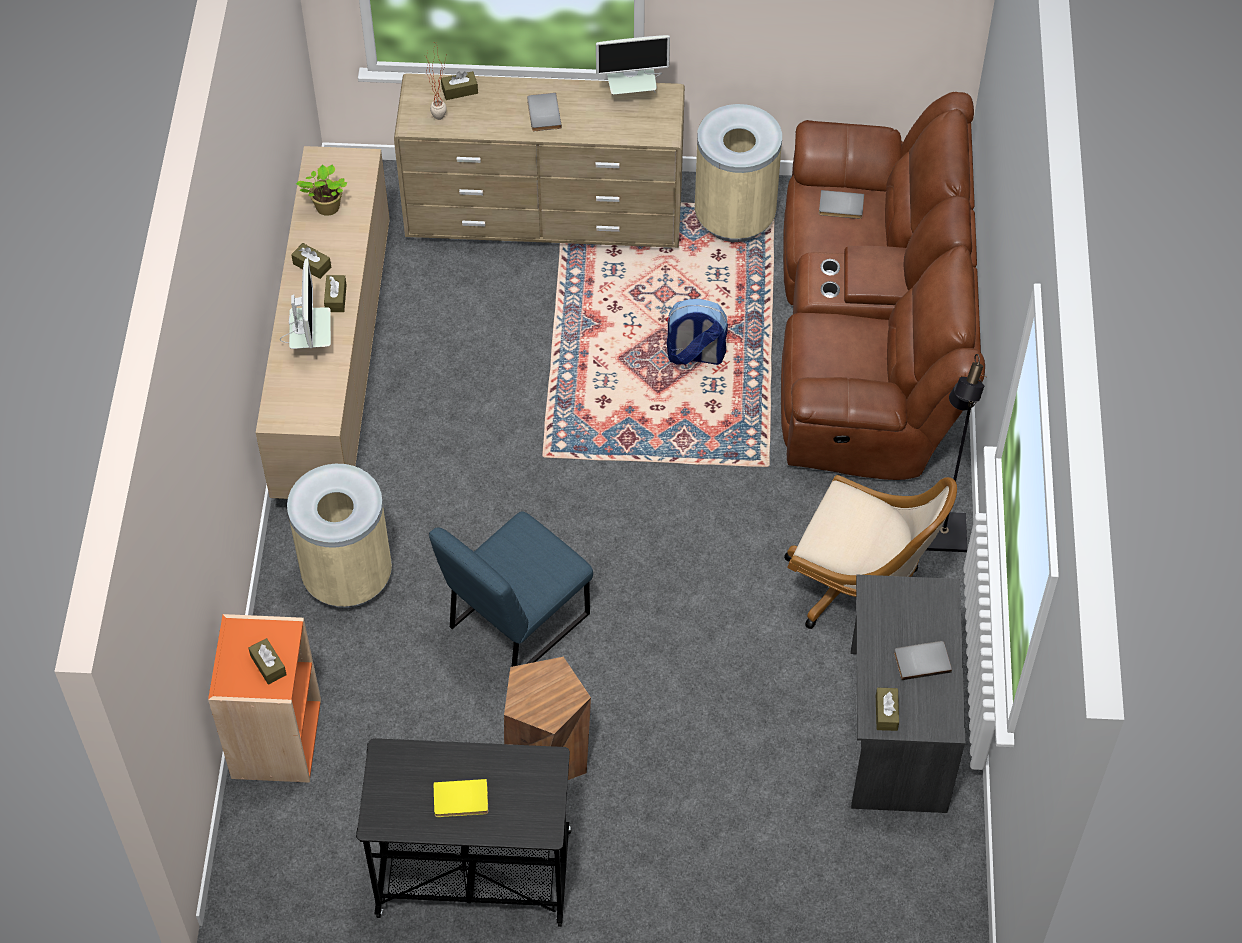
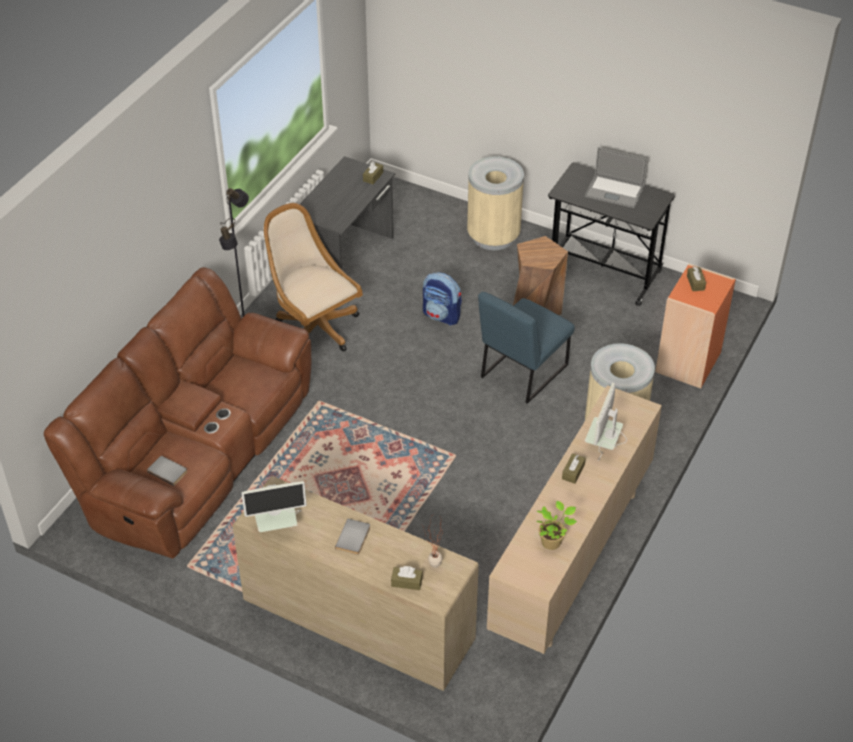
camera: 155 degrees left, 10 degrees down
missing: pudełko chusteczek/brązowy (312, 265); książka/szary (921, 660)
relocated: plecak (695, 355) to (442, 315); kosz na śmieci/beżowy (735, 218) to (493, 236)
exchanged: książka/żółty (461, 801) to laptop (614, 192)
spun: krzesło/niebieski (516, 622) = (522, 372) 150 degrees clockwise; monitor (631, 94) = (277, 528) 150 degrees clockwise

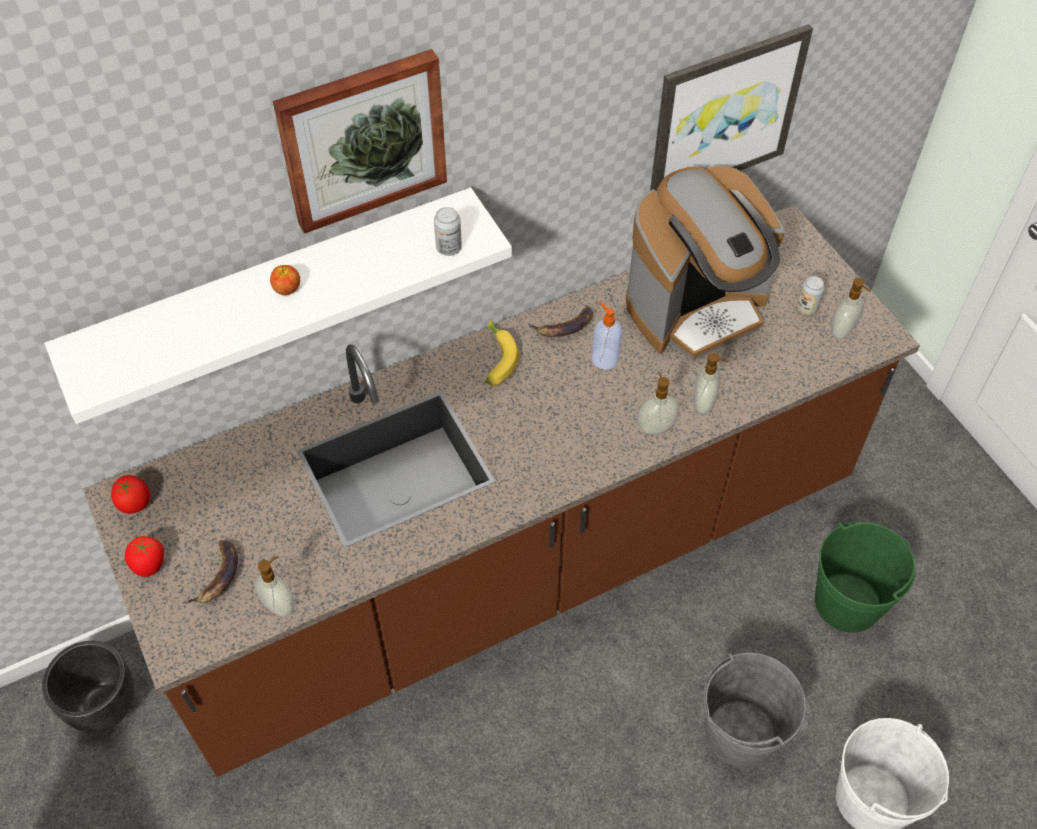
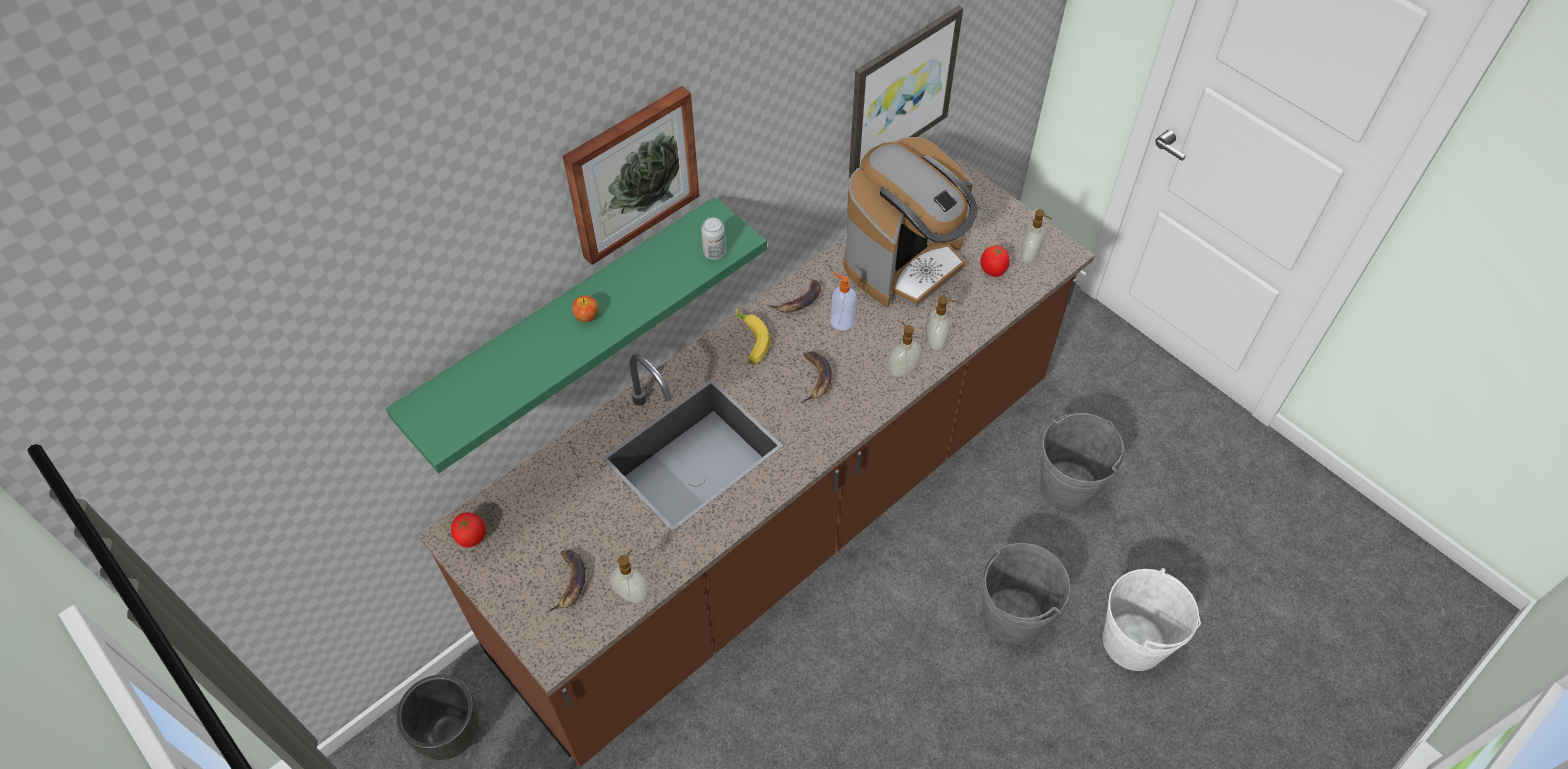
camera: 15 degrees left, 0 degrees up
missing: puszka (806, 308)
appeared: banan (815, 378)
relocated: pomidor (149, 565) to (993, 270)
colour: półka/biały (275, 292) to półka/zielony (566, 321); wiadro/zielony (847, 602) to wiadro/szary (1069, 485)

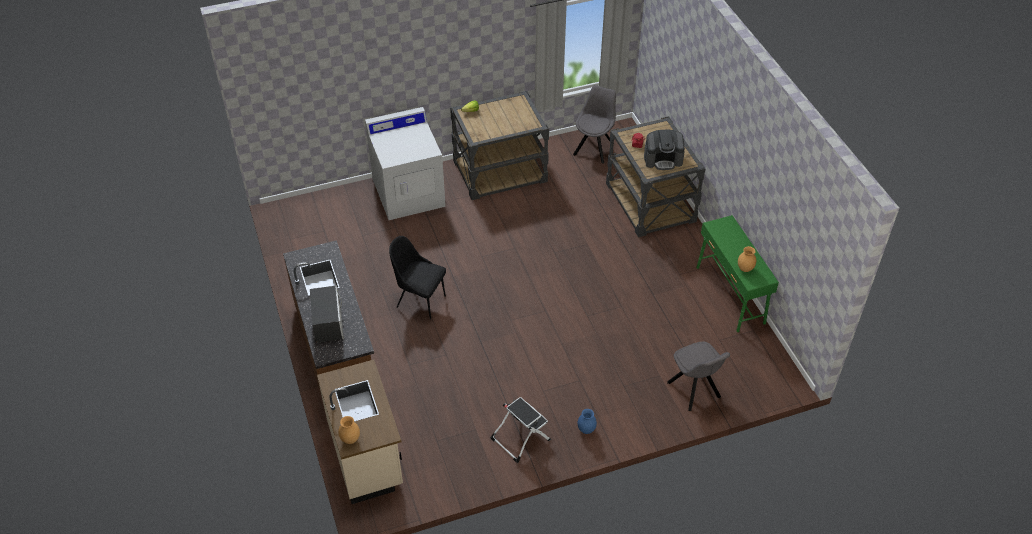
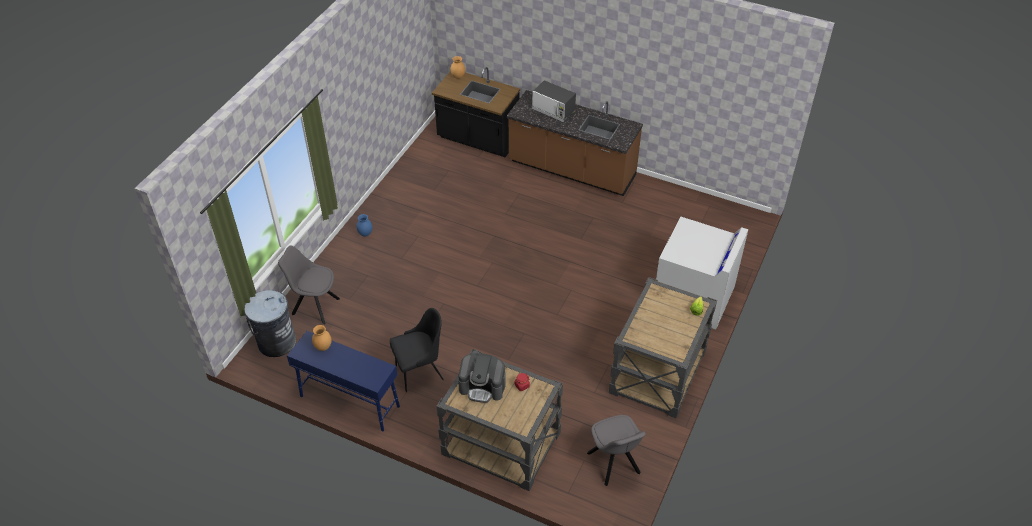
camera: 135 degrees right, 0 degrees up
missing: drabinka (520, 437)
appeared: kosz na śmieci/szary (276, 342)
relocated: krzesło/czarny (420, 302) to (420, 372)
colour: zabudowa kuchenna/beżowy (366, 455) to zabudowa kuchenna/czarny (478, 140); stolik konsolowy/zielony (729, 295) to stolik konsolowy/niebieski (350, 401)
spun: ekspres do kawy (663, 159) = (482, 386) 120 degrees counterclockwise

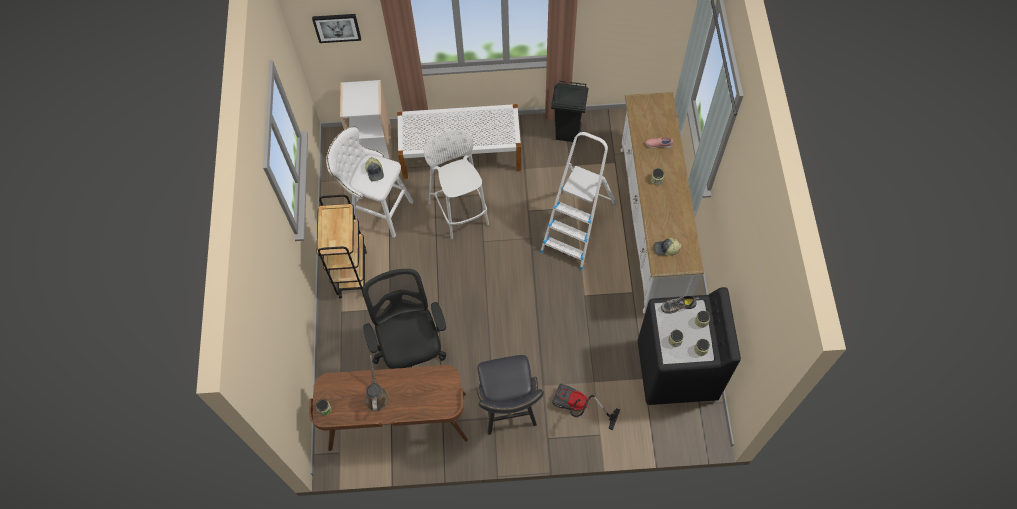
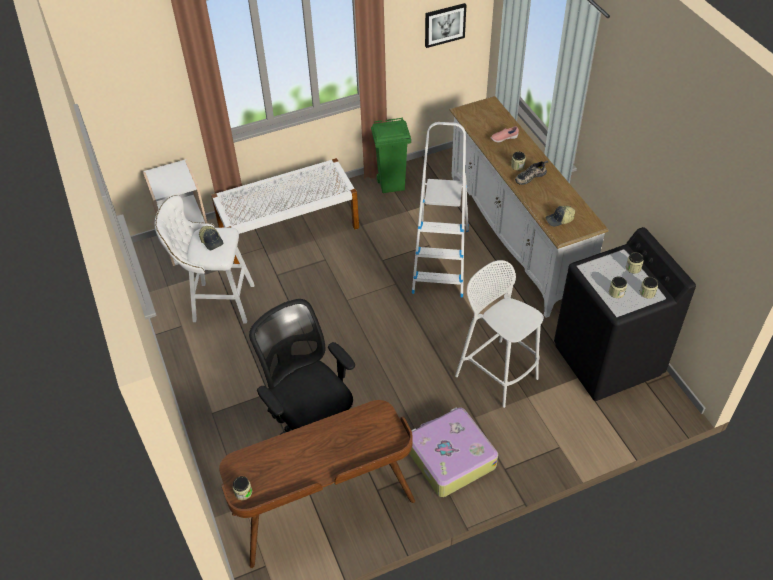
camera: 20 degrees left, 15 degrees down
missing: wózek/brązowy (352, 273); konewka/brązowy (376, 396); odkurzacz (578, 408)
relocated: obraz (337, 27) to (444, 24); stołek/biały (461, 211) to (497, 373); but (678, 305) to (530, 176)
exchanged: stołek/czarny (509, 413) to walizka (449, 457)
colour: kosz na śmieci/czarny (568, 133) to kosz na śmieci/zielony (392, 185)

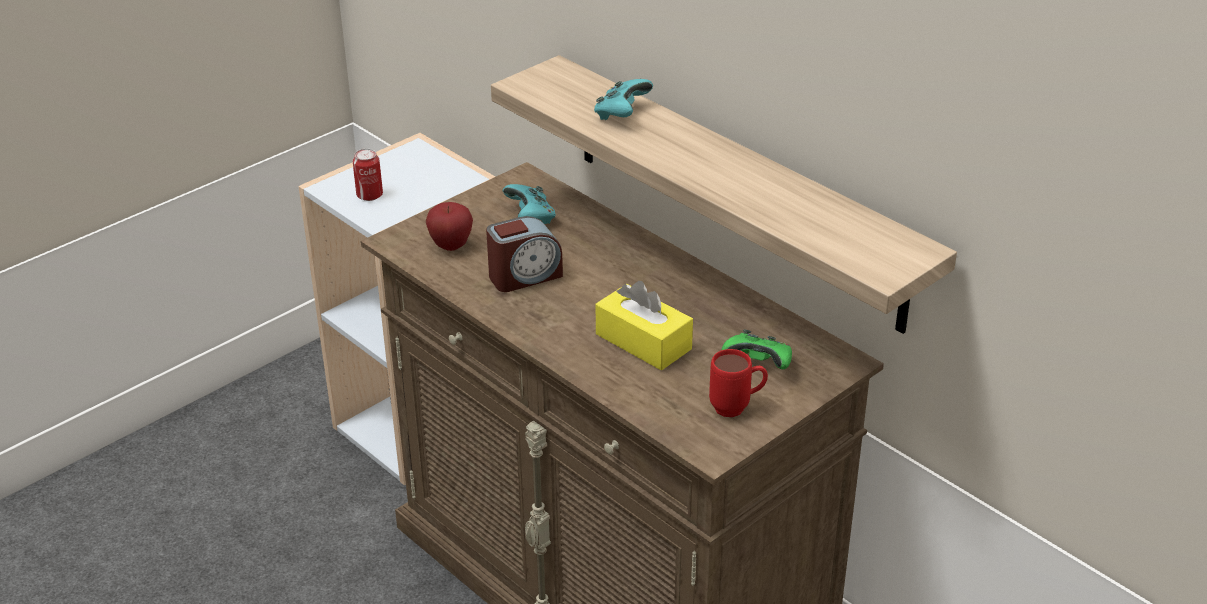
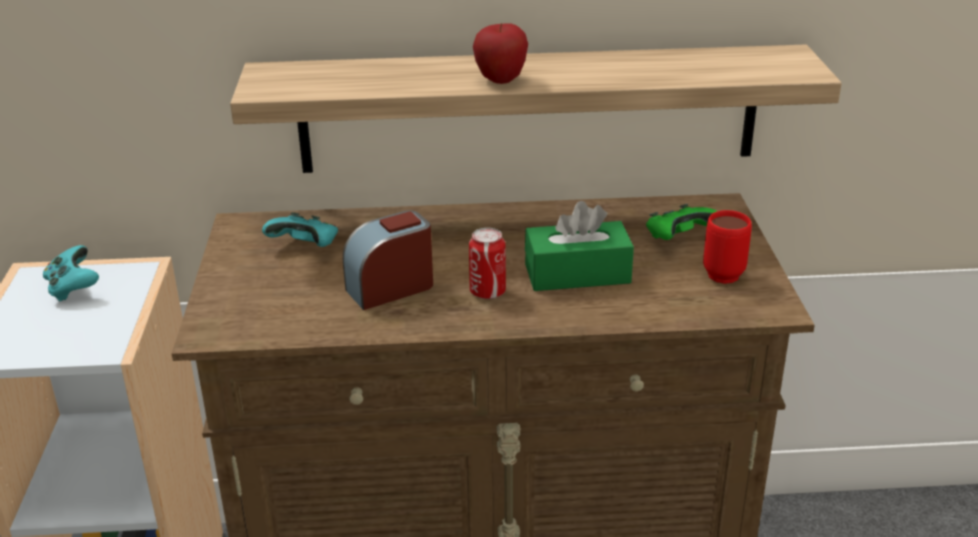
camera: 50 degrees left, 5 degrees down
relocated: puszka (369, 195) to (487, 292); jabłko (451, 246) to (500, 80); pad do gier/turkusowy (622, 114) to (73, 288)
colour: pudełko chusteczek/żółty (643, 341) to pudełko chusteczek/zielony (577, 274)
spun: budzik (524, 276) = (390, 288) 135 degrees counterclockwise

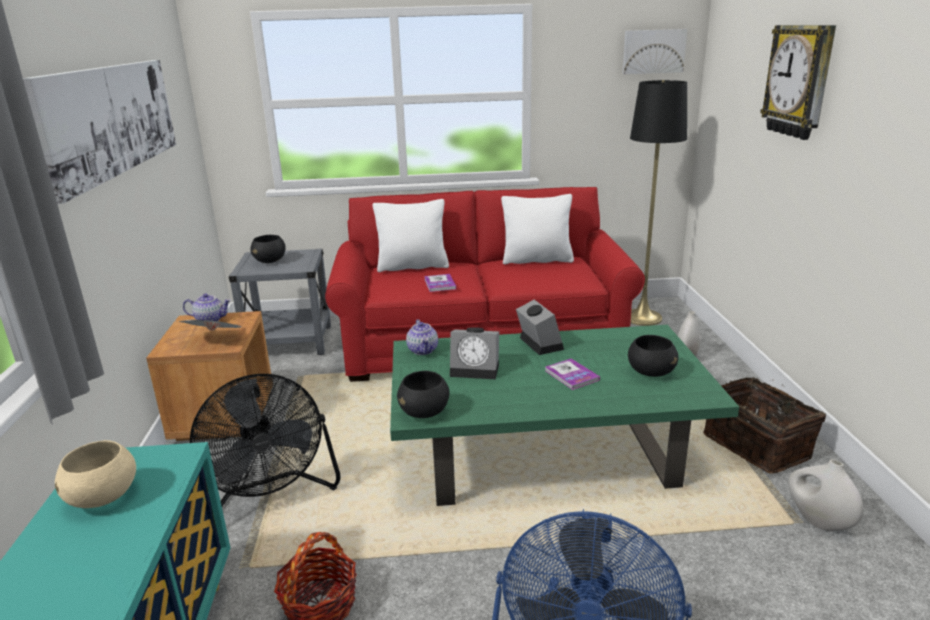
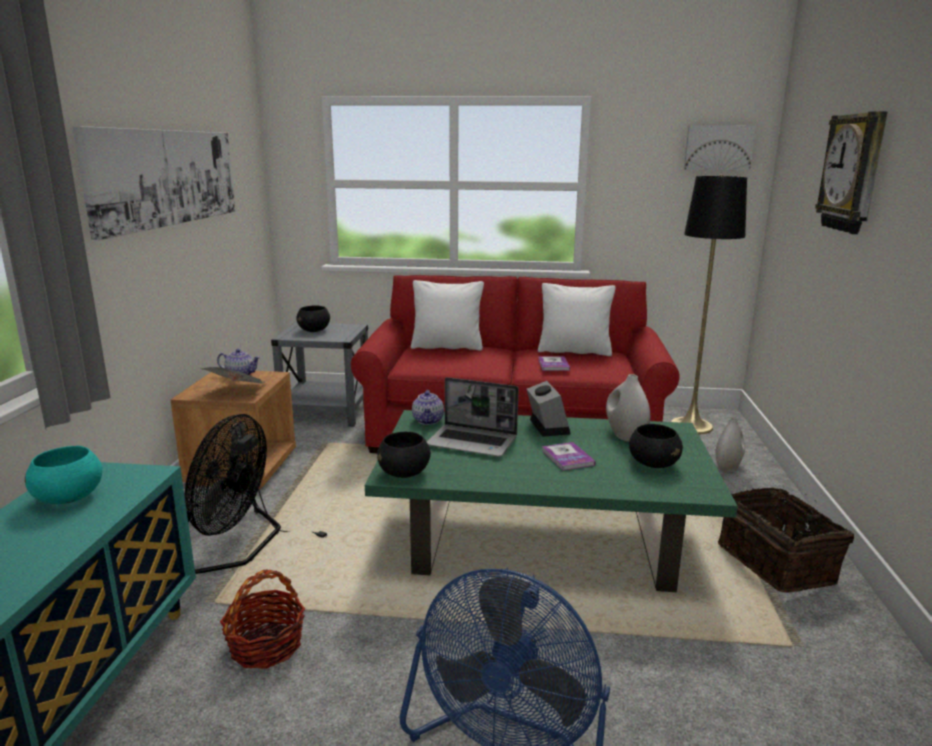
camera: 10 degrees right, 5 degrees down
relocated: książka (440, 284) to (553, 365); wazon/biały (818, 521) to (625, 436)
exchanged: budzik (476, 369) to laptop (473, 442)
colour: miska/beżowy (104, 497) to miska/turkusowy (69, 498)
spun: wentylator/czarny (262, 495) = (250, 542) 120 degrees clockwise

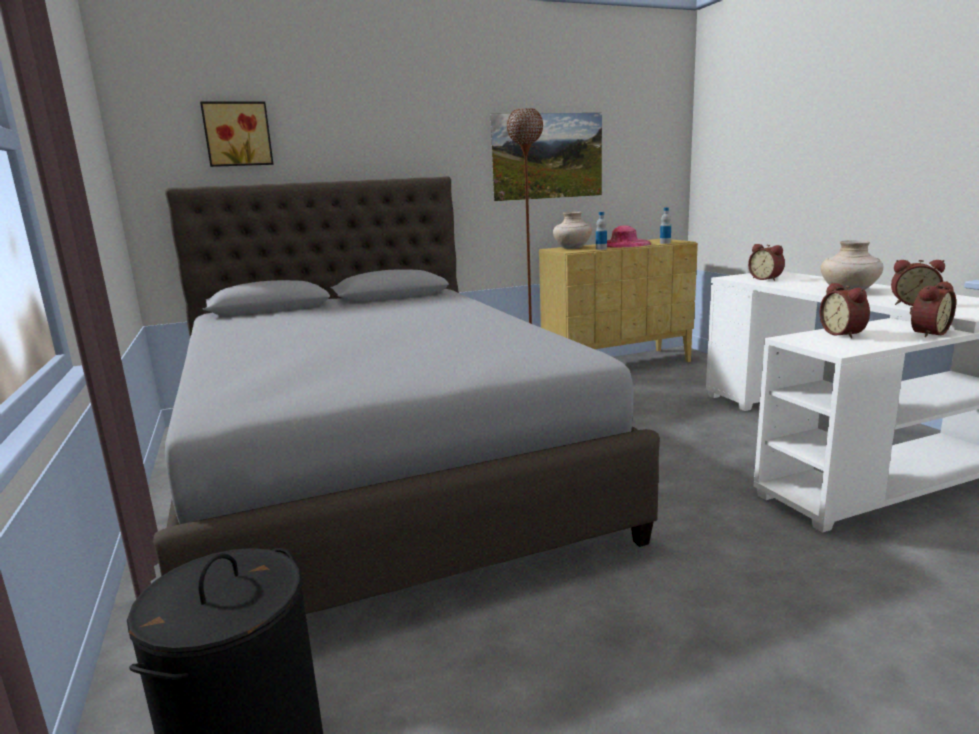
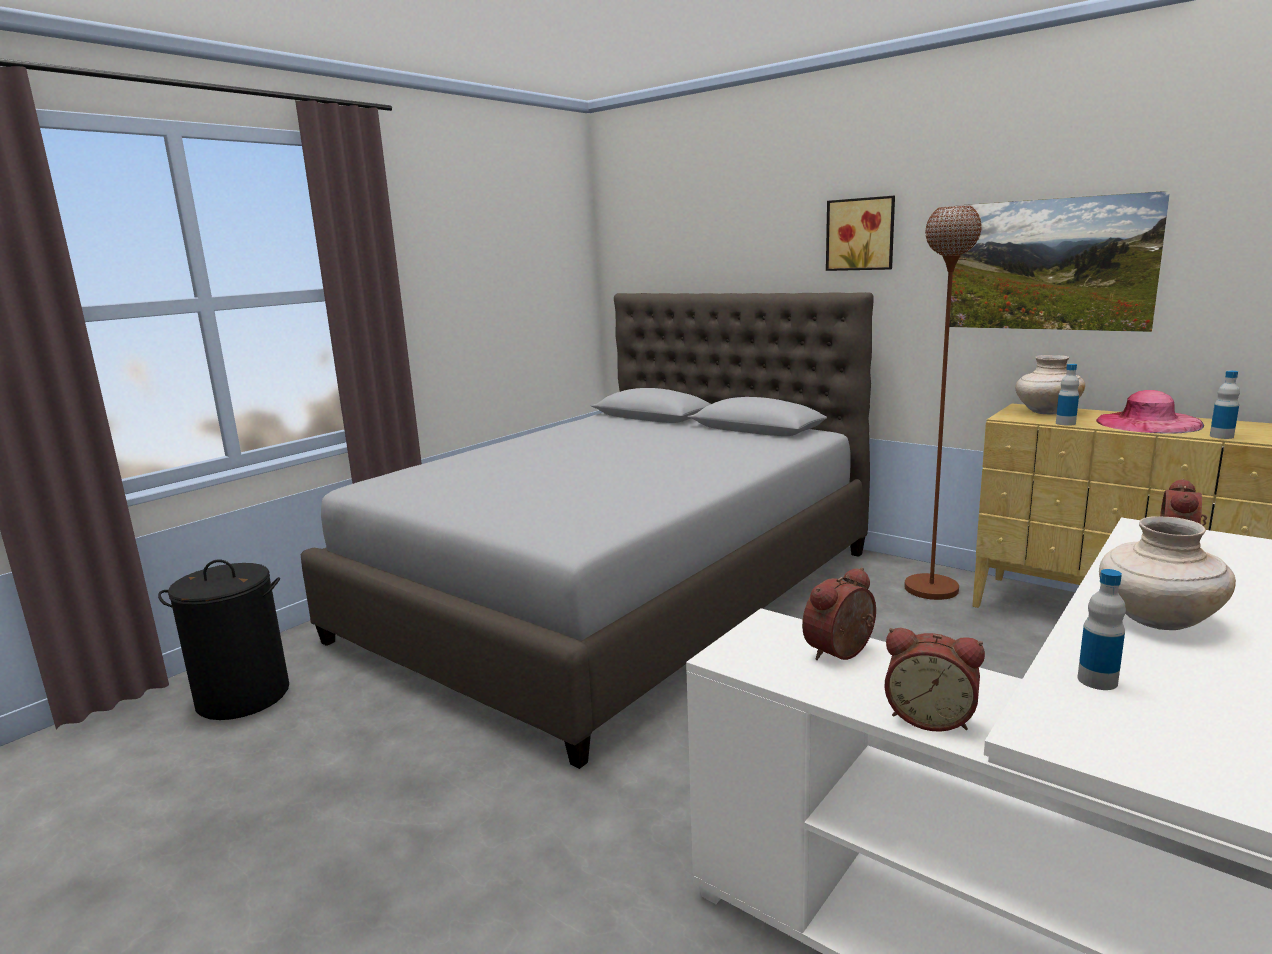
camera: 60 degrees right, 0 degrees up
relocated: obraz (237, 134) to (861, 234)
exchanged: budzik (913, 304) to butelka (1097, 680)

